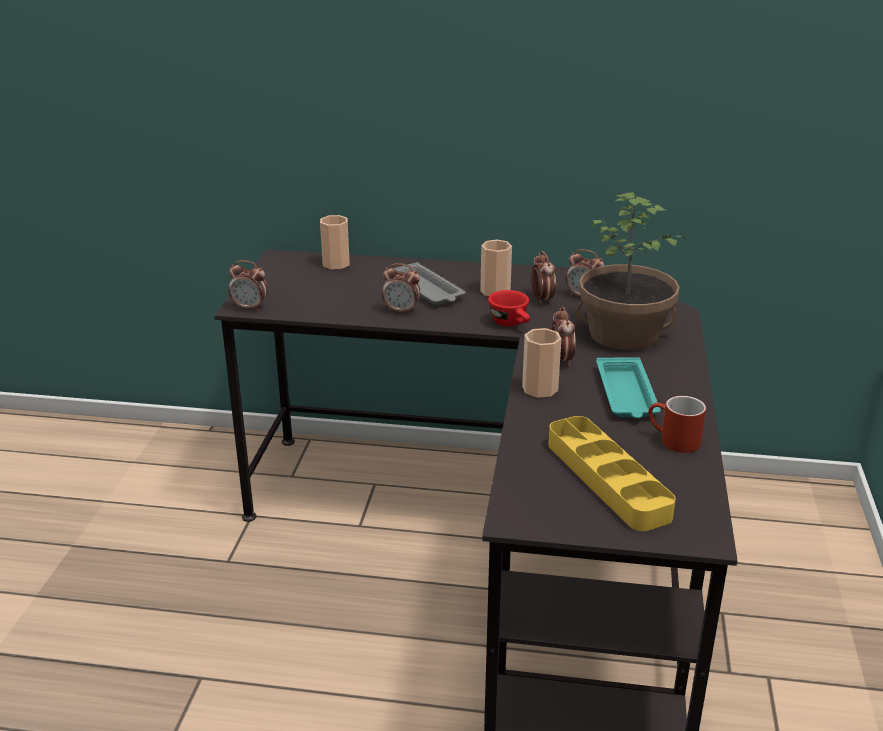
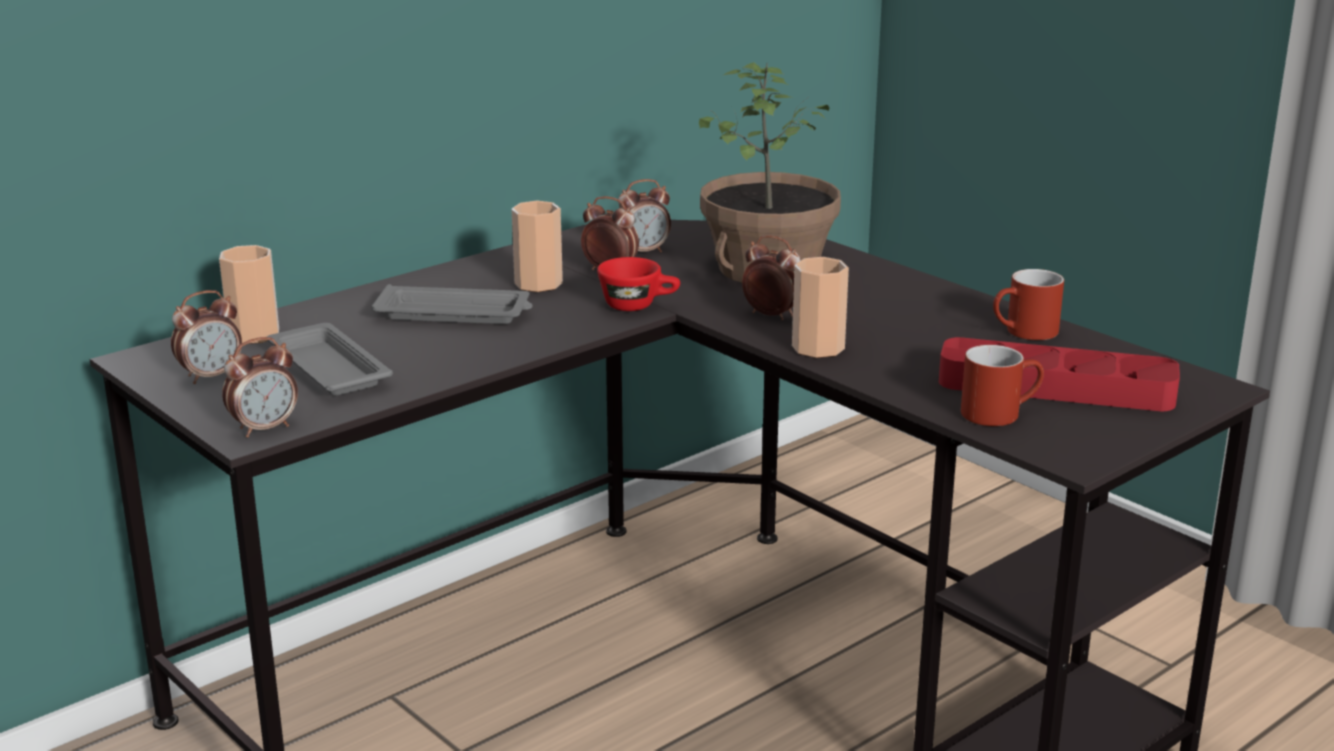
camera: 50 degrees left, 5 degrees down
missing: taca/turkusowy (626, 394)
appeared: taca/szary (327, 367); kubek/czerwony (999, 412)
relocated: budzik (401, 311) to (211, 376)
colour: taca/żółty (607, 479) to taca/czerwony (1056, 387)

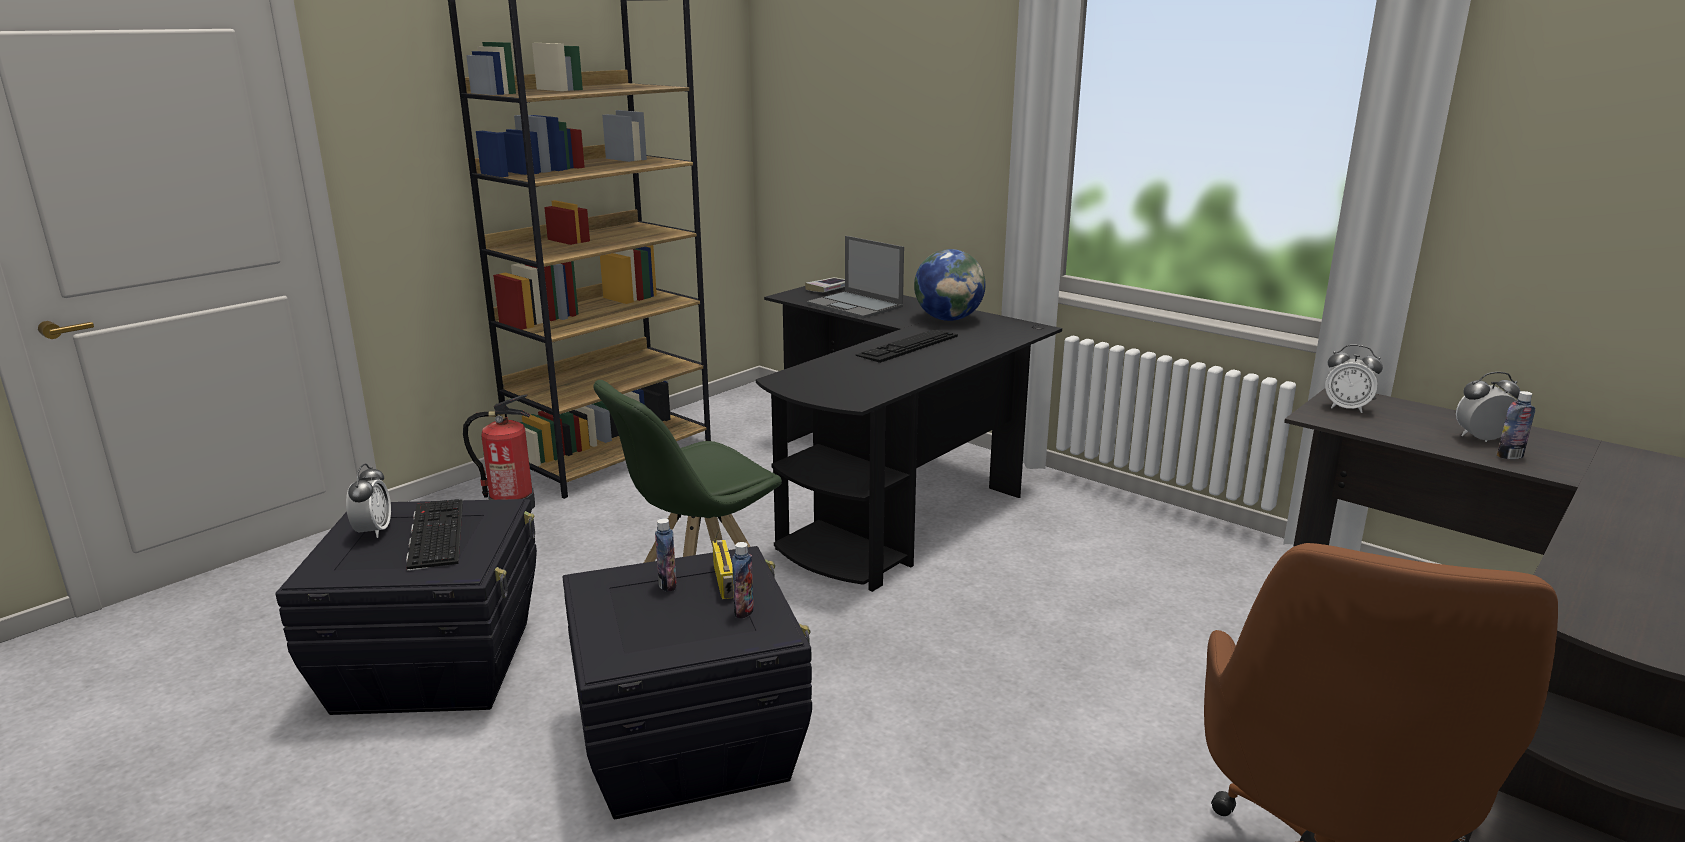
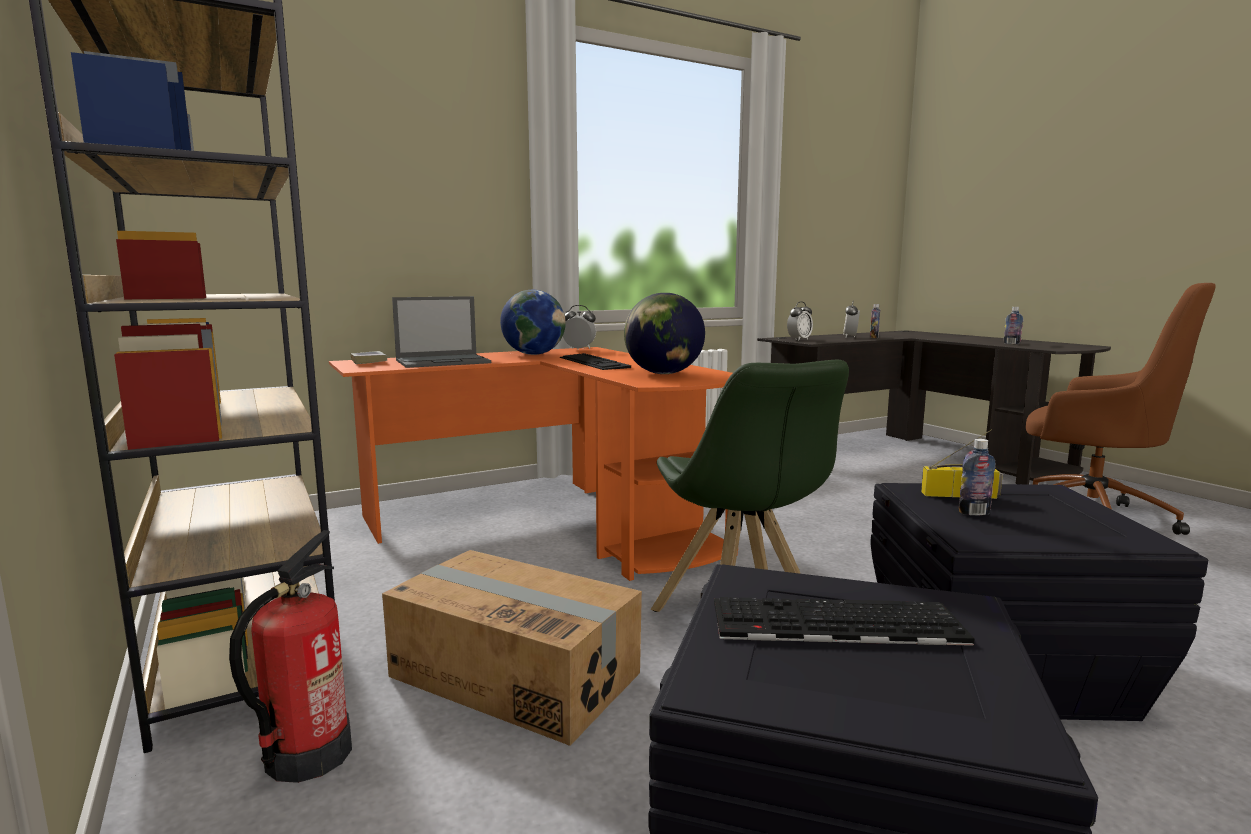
camera: 70 degrees left, 10 degrees down
appeared: karton (515, 674); globus (663, 373)
relocated: budzik (373, 531) to (579, 349); butelka (744, 611) to (1011, 343)
colour: biurko/czarny (894, 491) to biurko/pomarańczowy (554, 520)

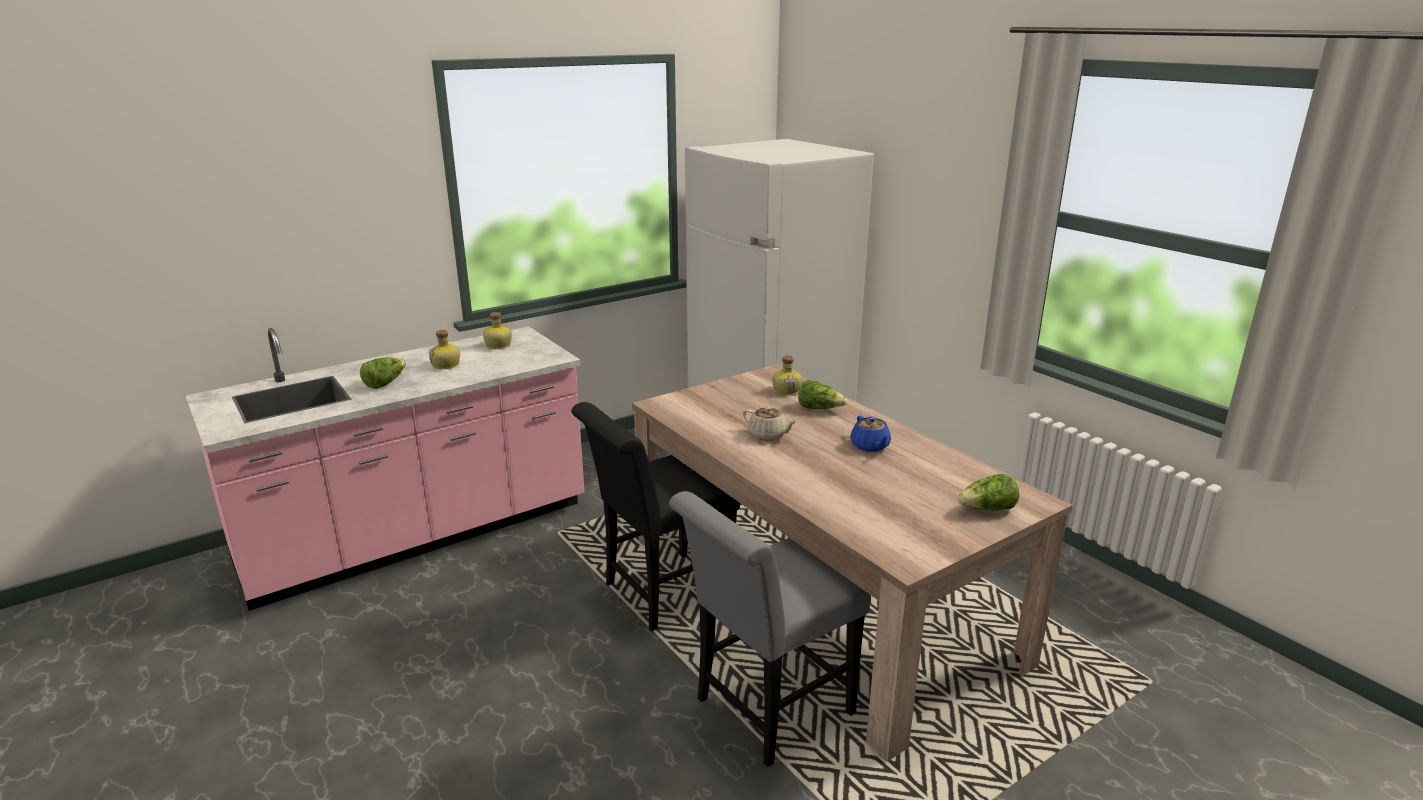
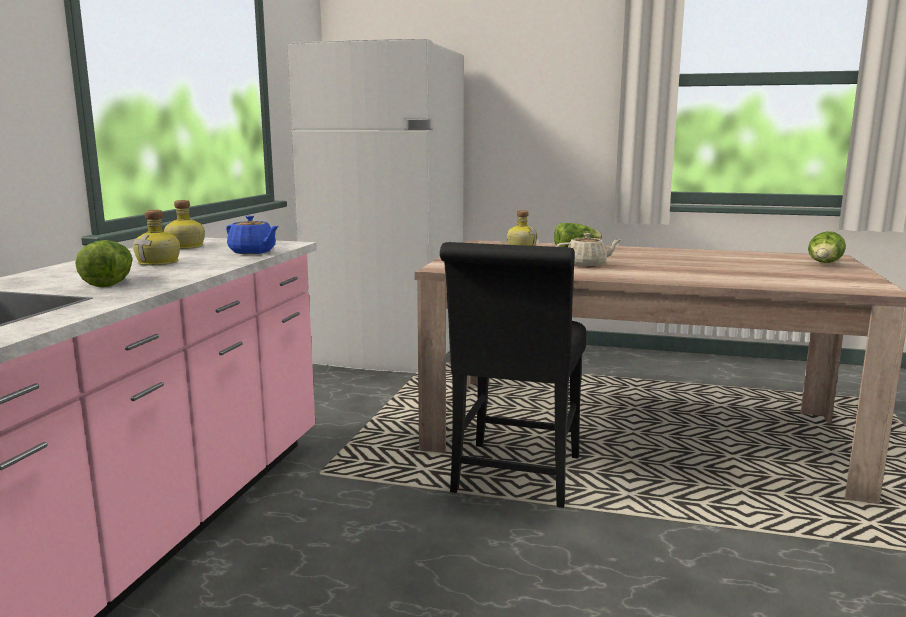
camera: 40 degrees left, 10 degrees down
missing: krzesło/szary (766, 711)
relocated: imbryk/niebieski (870, 446) to (253, 252)

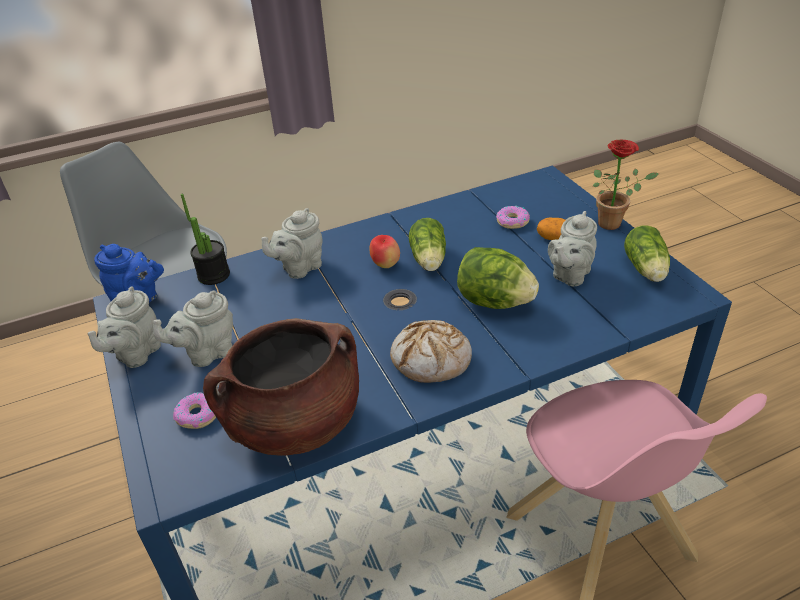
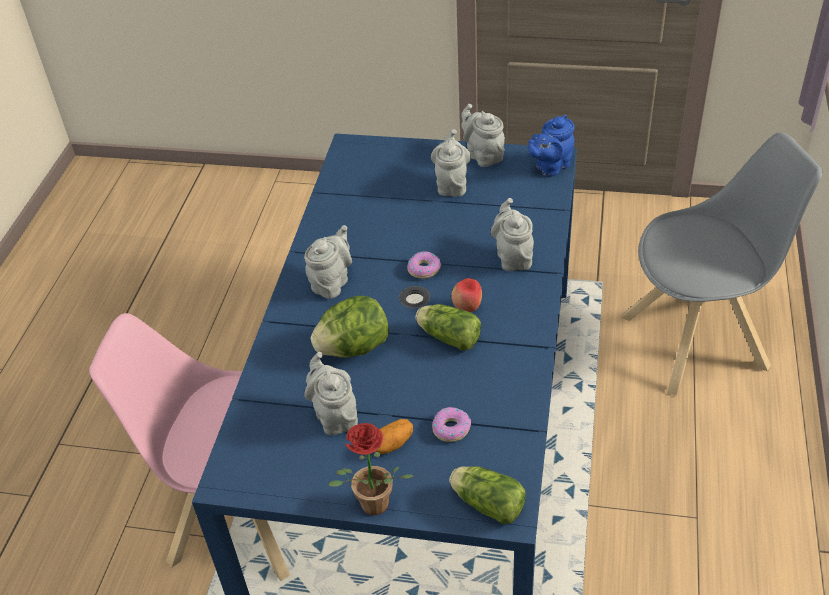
camera: 125 degrees right, 5 degrees up
missing: roślina doniczkowa (214, 275); garnek/brązowy (295, 424)
relocated: donut (197, 415) to (424, 269); sałata (646, 270) to (486, 503)
exchanged: chleb (431, 359) to imbryk/szary (332, 282)

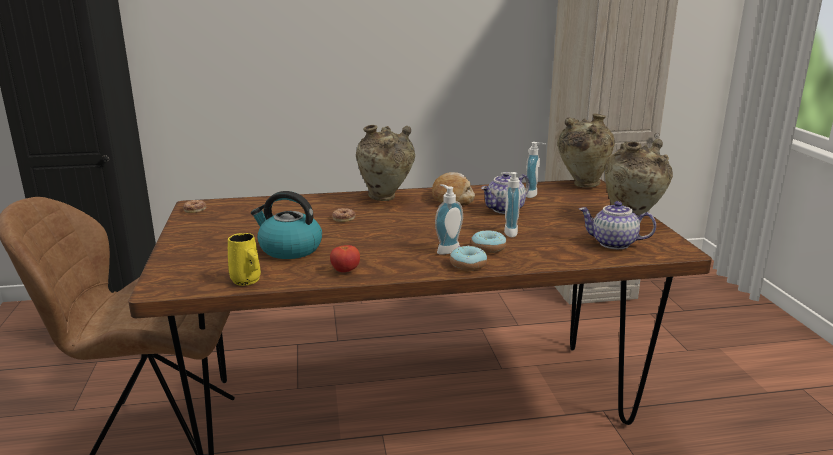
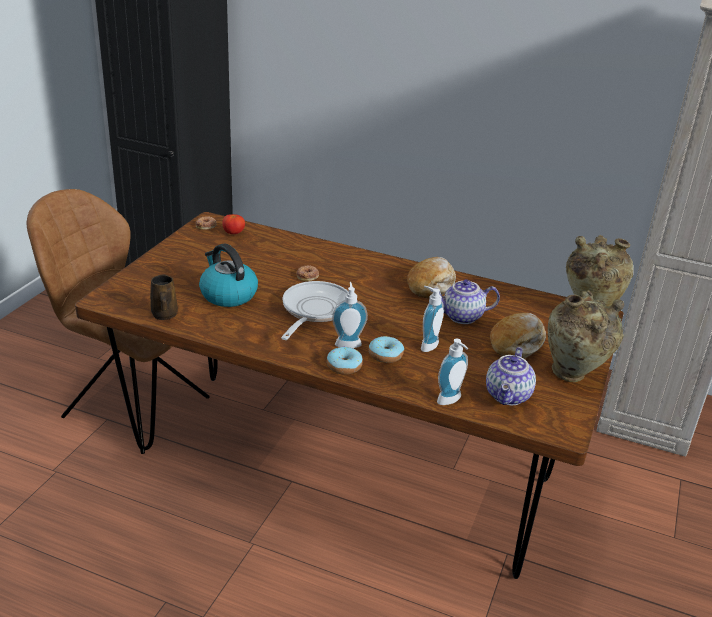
camera: 30 degrees right, 10 degrees up
missing: wazon/beżowy (386, 198)
appeared: patelnia (314, 311); chleb (517, 343)
relocated: pomidor (345, 271) to (233, 233); dozownik mydła (533, 195) to (451, 401)
colour: kubek/żółty (246, 281) to kubek/brązowy (164, 315)
spun: imbryk (613, 244) = (509, 396) 120 degrees counterclockwise

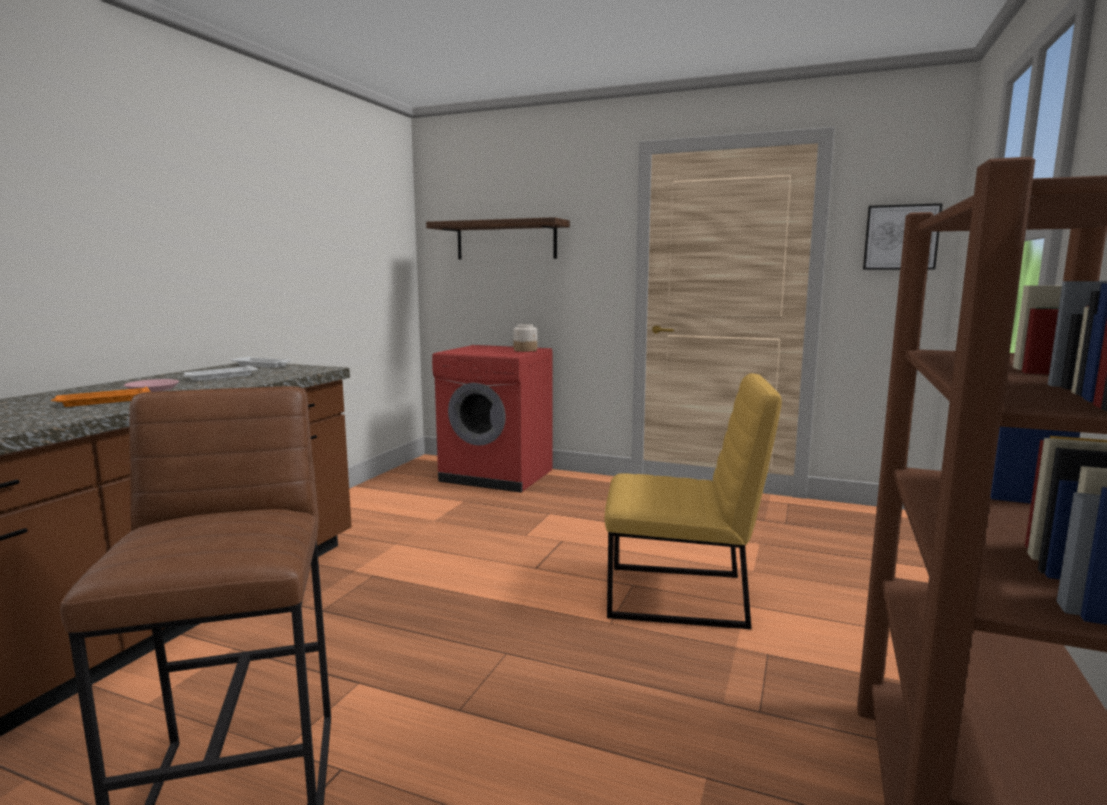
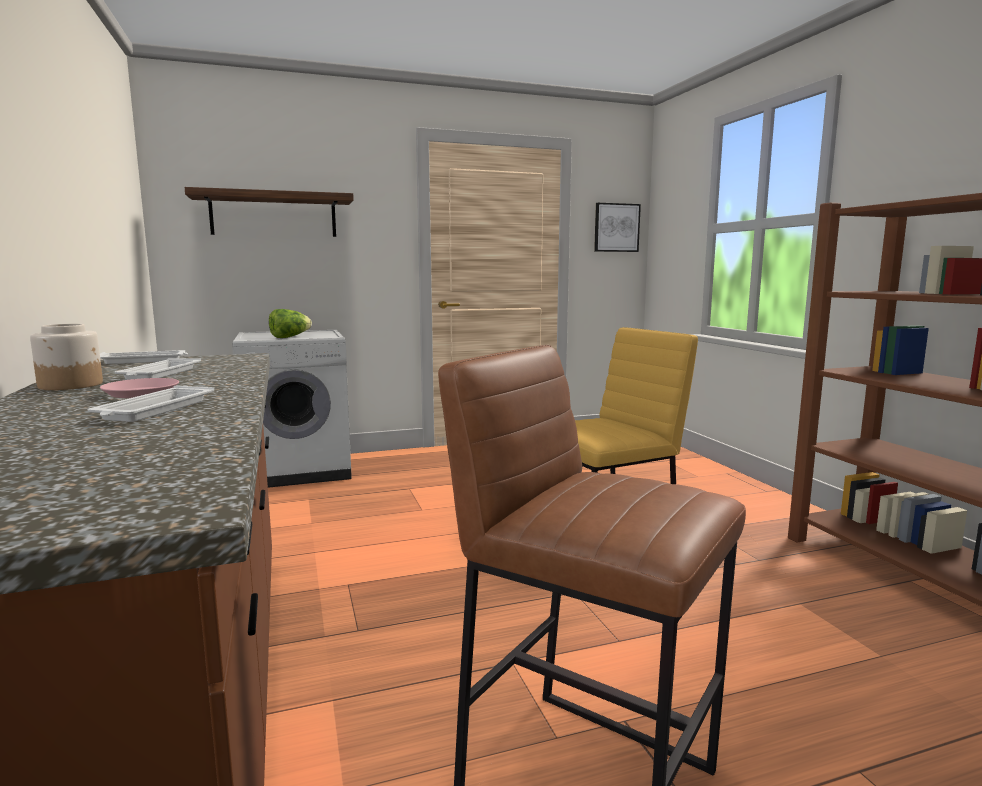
camera: 40 degrees left, 0 degrees up
appeared: sałata (289, 337)
relocated: słoik (525, 350) to (71, 385)
colour: taca/pomarańczowy (102, 401) to taca/biały (154, 410); pralka/czerwony (496, 476) to pralka/biały (298, 472)

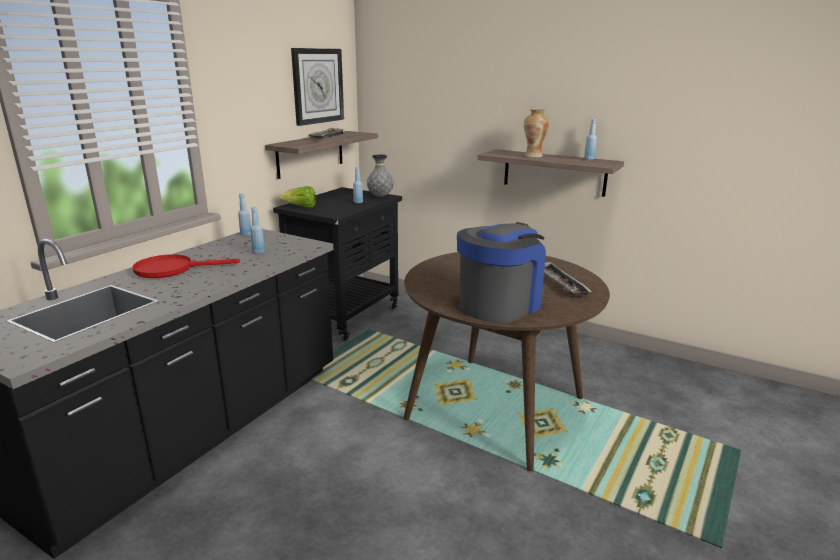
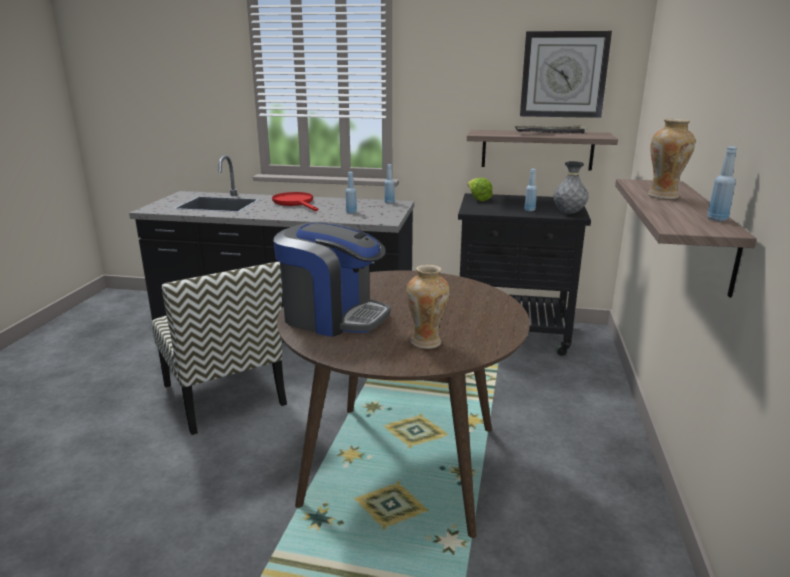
camera: 70 degrees right, 0 degrees up
appeared: krzesło (225, 395)
exchanged: taca (560, 283) to wazon (427, 342)

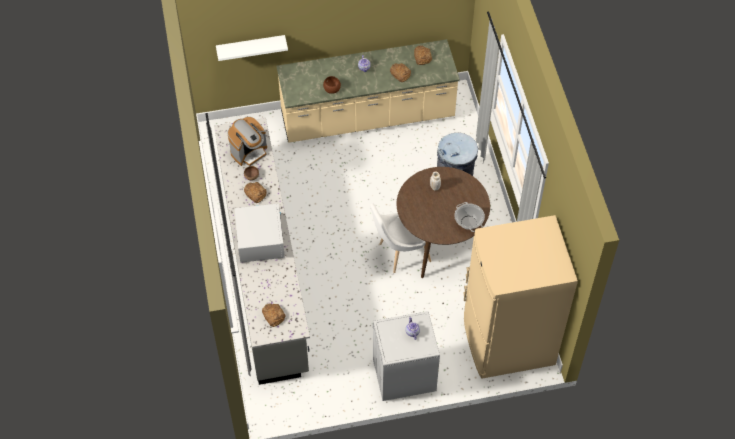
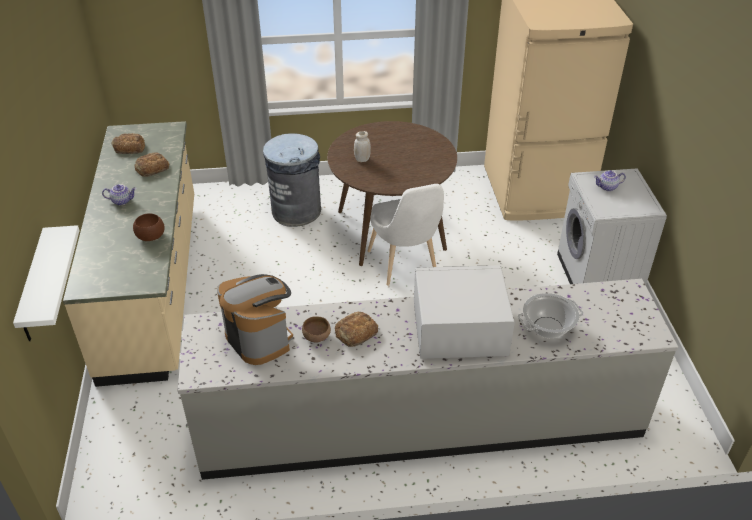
camera: 85 degrees left, 15 degrees down
missing: chleb (273, 315)
relocated: garnek (468, 222) to (547, 328)

